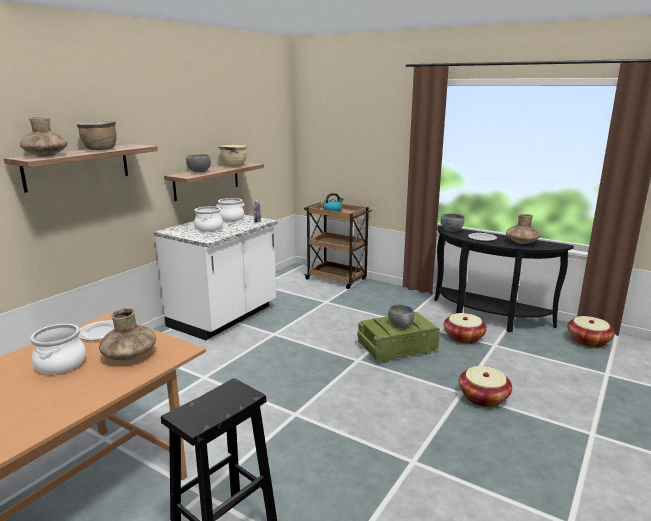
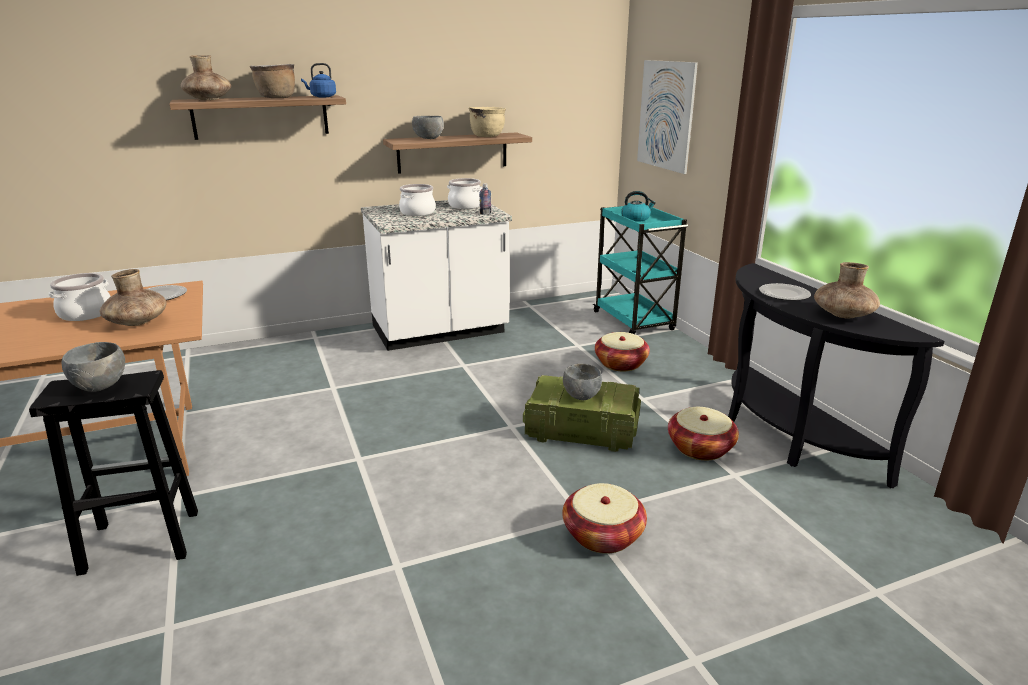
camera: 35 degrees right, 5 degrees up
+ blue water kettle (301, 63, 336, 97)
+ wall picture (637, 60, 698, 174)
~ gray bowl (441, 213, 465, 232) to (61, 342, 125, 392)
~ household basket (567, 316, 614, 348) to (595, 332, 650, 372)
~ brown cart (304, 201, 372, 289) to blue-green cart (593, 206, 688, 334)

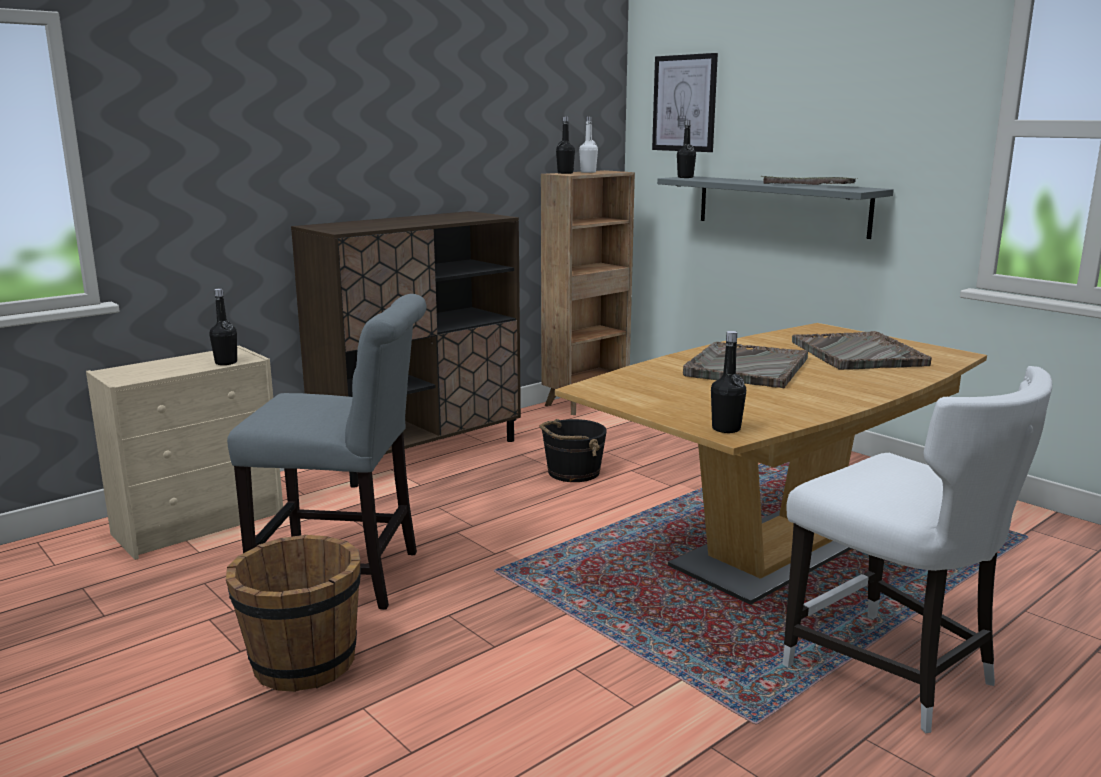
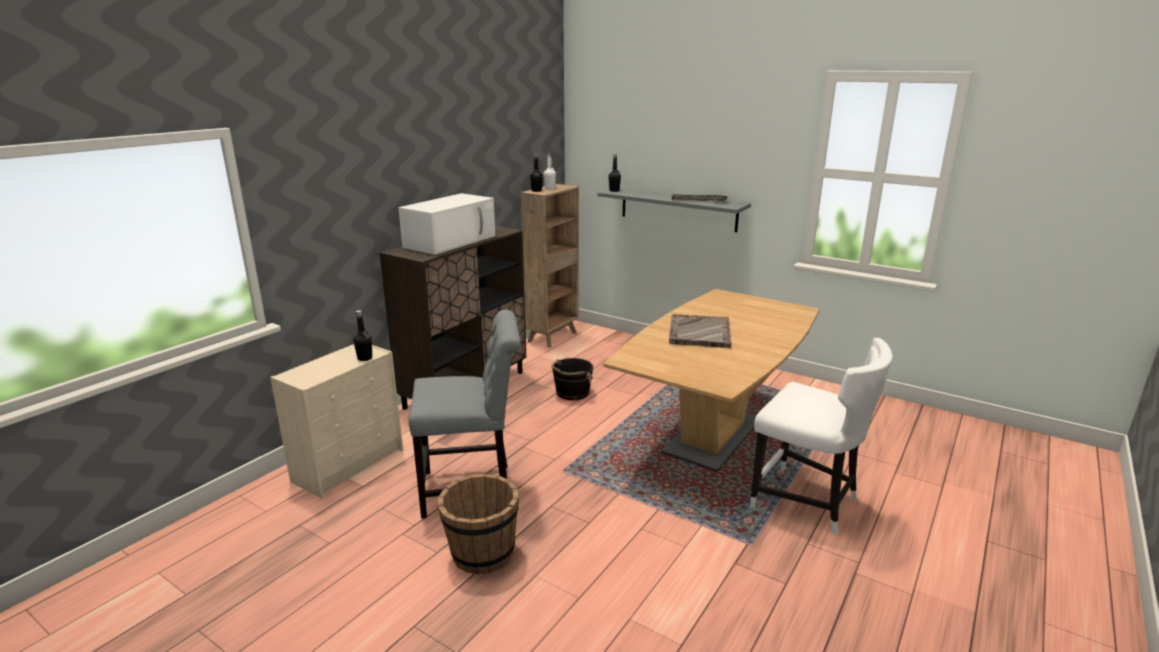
camera: 15 degrees left, 5 degrees up
- wall picture (652, 53, 718, 152)
- blackish drink bottle (711, 331, 746, 433)
- gray serving tray (792, 331, 932, 370)
+ whitish microwave oven (398, 193, 495, 255)

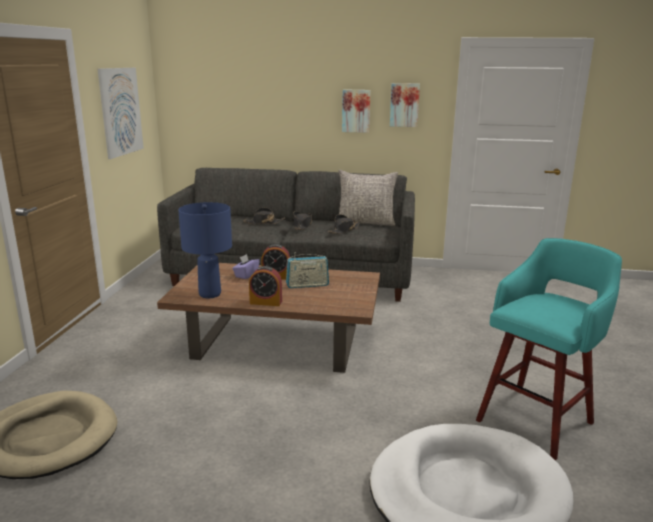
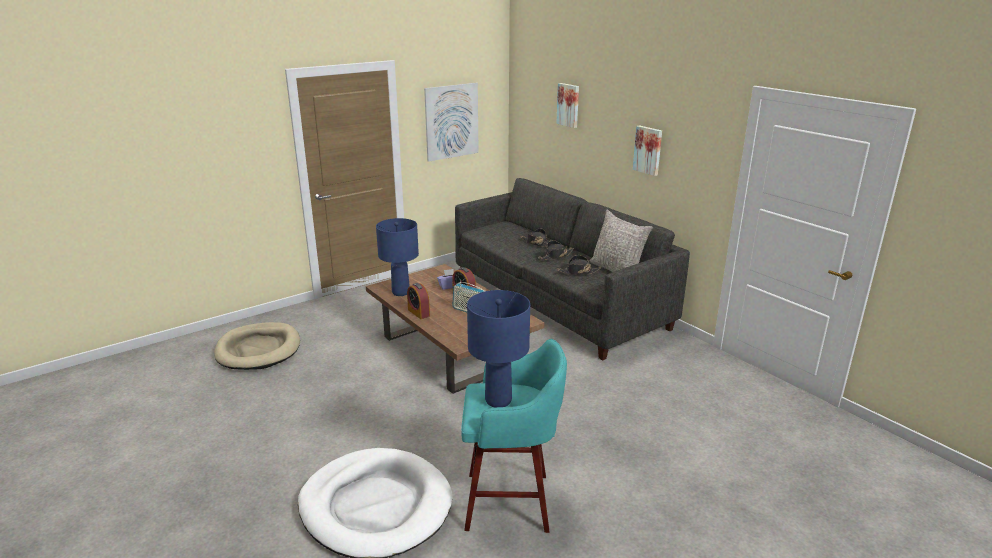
camera: 45 degrees right, 5 degrees up
+ blue lamp for a table (467, 290, 530, 408)
~ wall picture (390, 83, 420, 127) to (556, 83, 579, 128)

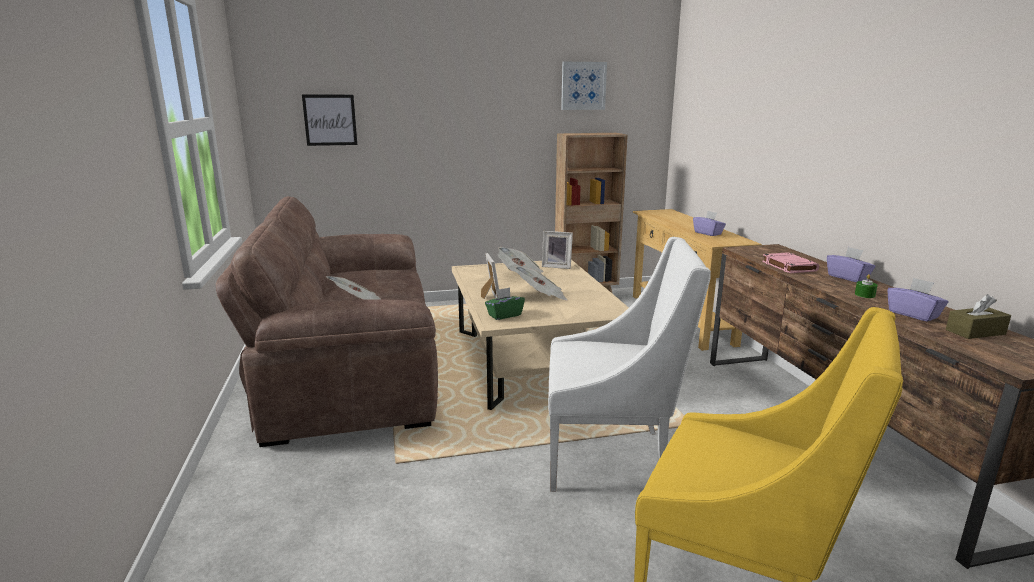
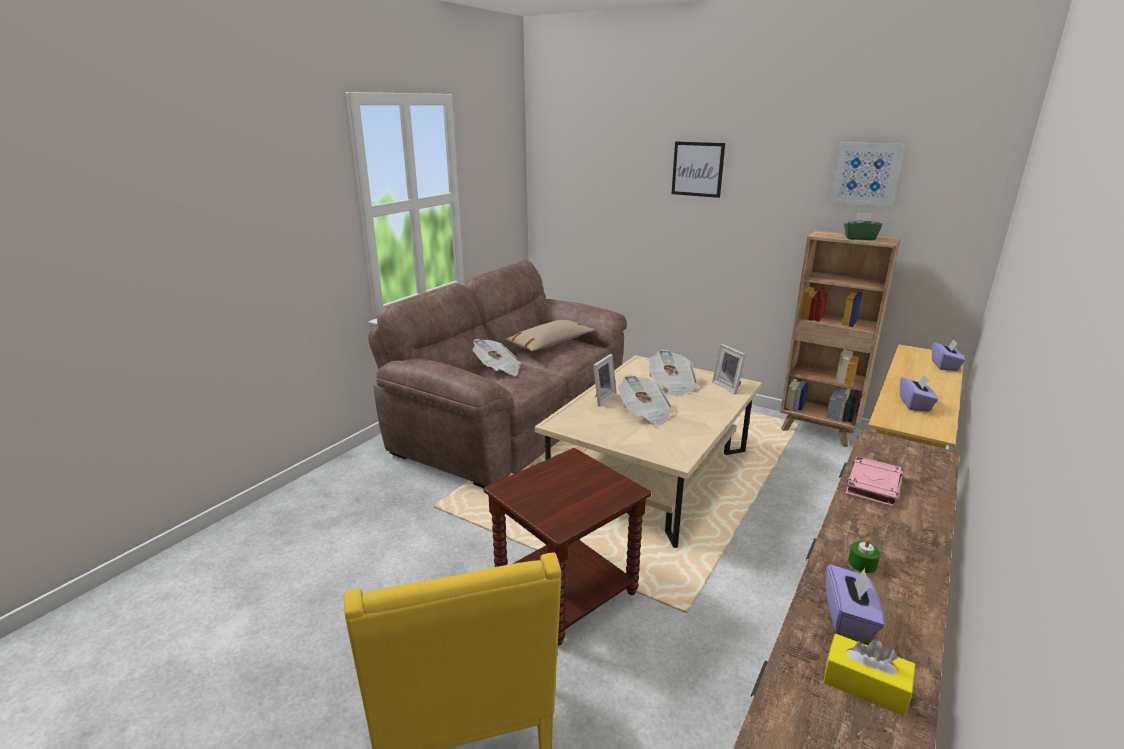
camera: 45 degrees right, 5 degrees up
+ sand-coloured cushion (504, 319, 595, 351)
~ wall picture (302, 95, 357, 146) to (672, 142, 725, 198)
~ green tissue box (485, 287, 525, 320) to (844, 213, 882, 240)
~ purple tissue box (827, 247, 875, 282) to (932, 339, 965, 371)
~ whitish easy chair (548, 237, 711, 492) to brown side table (483, 448, 652, 646)
~ brown tissue box (946, 294, 1011, 339) to yellow-coloured tissue box (823, 634, 915, 716)

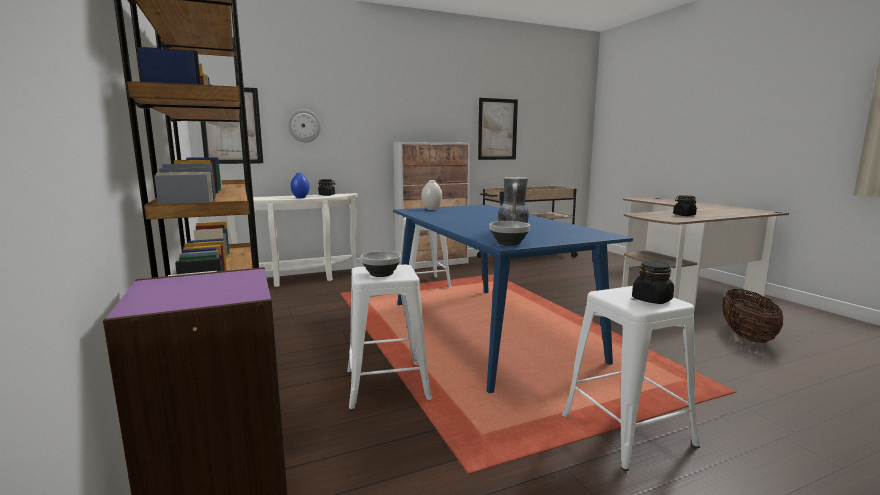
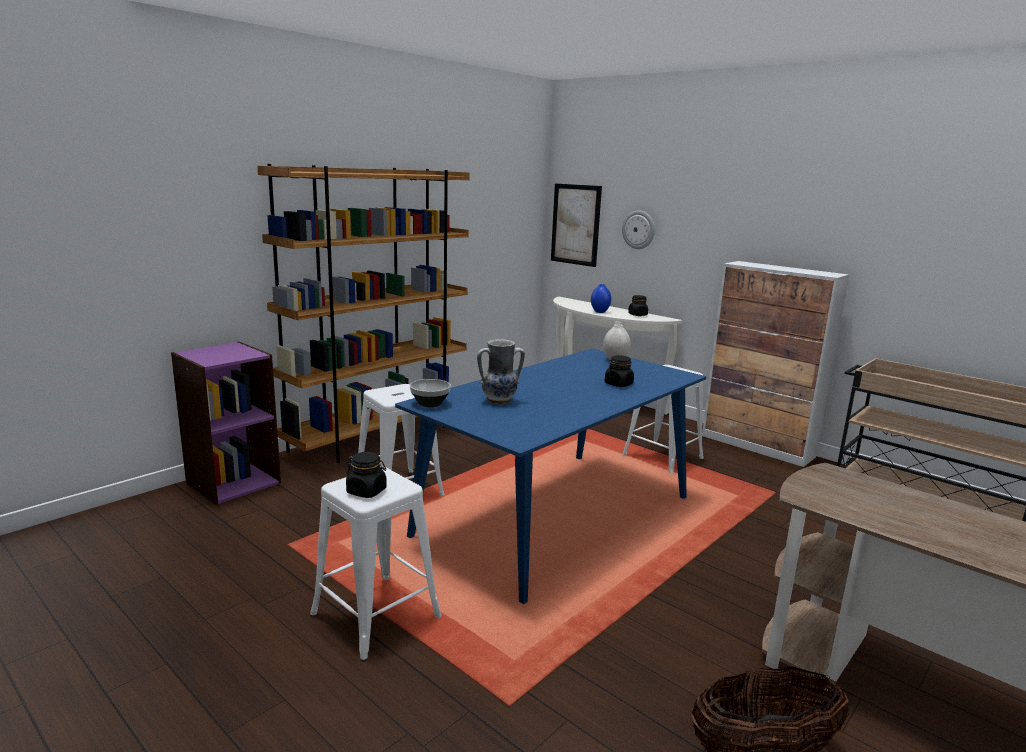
camera: 65 degrees right, 5 degrees up
- bowl (361, 251, 401, 277)
- wall picture (478, 98, 518, 160)
~ blackish jar (673, 195, 697, 216) to (605, 355, 634, 387)

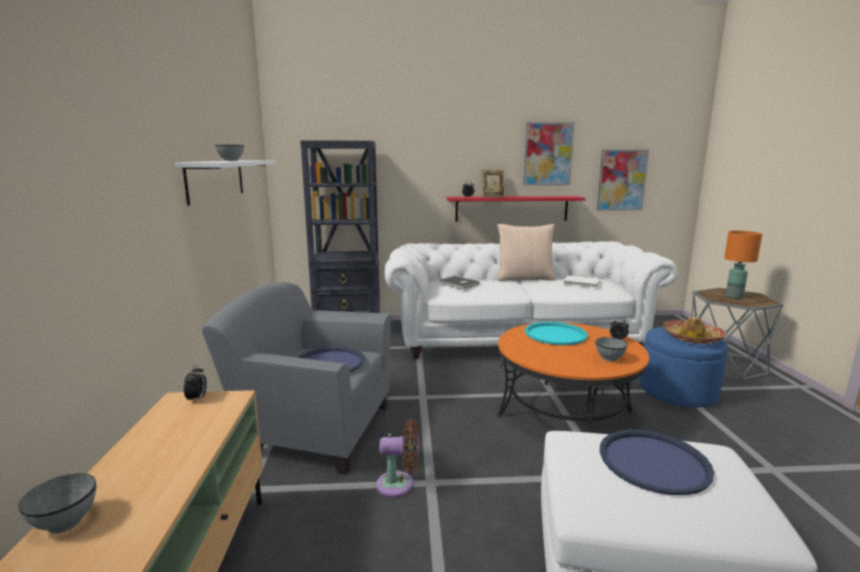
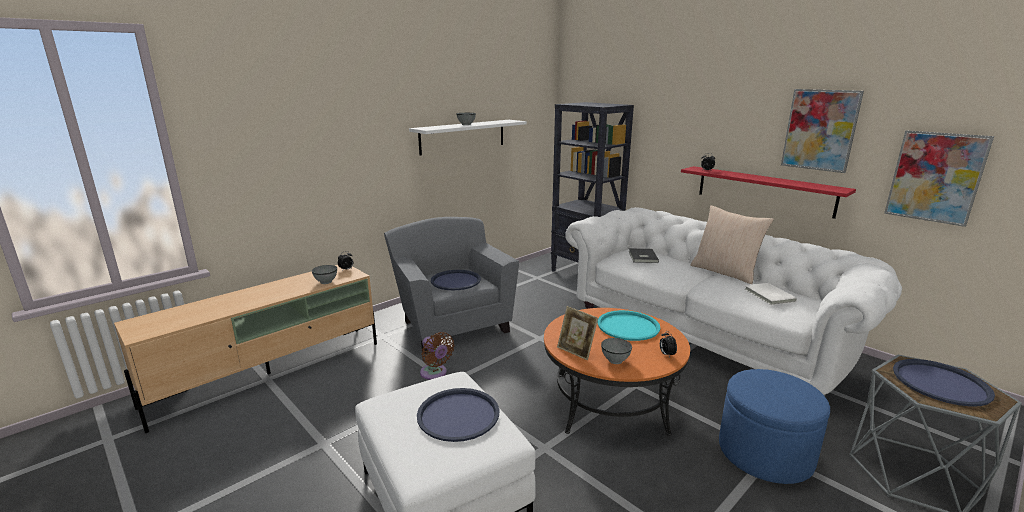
camera: 50 degrees right, 5 degrees up
- clothing hat (663, 317, 727, 344)
~ gray bowl (18, 473, 96, 533) to (312, 265, 337, 284)
~ photo frame (481, 170, 505, 197) to (557, 306, 598, 360)
~ orangey lamp for a table (724, 231, 762, 299) to blue serving tray (893, 359, 995, 407)

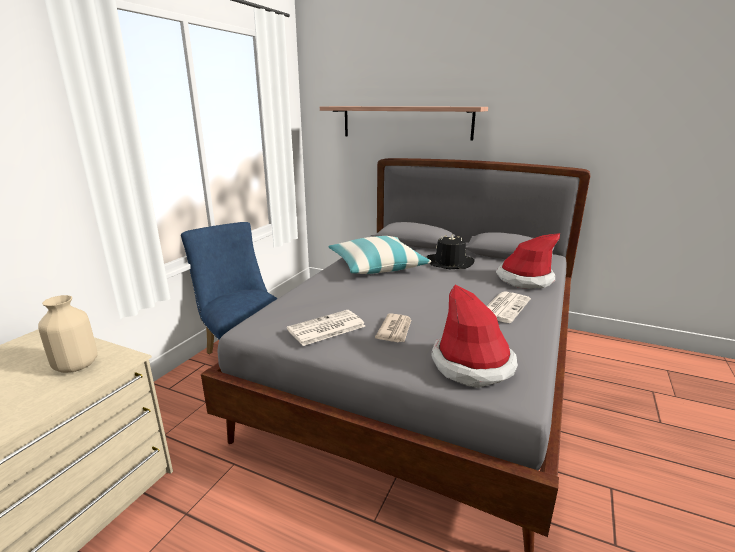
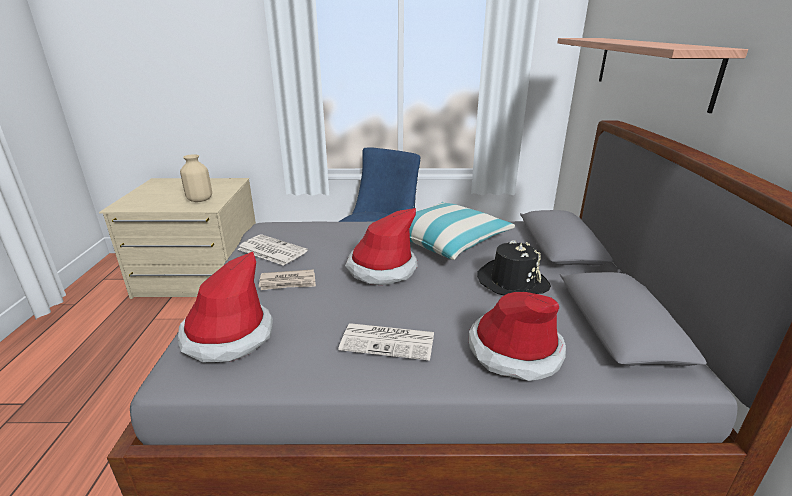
camera: 65 degrees right, 5 degrees up
+ clothing hat (345, 208, 418, 285)

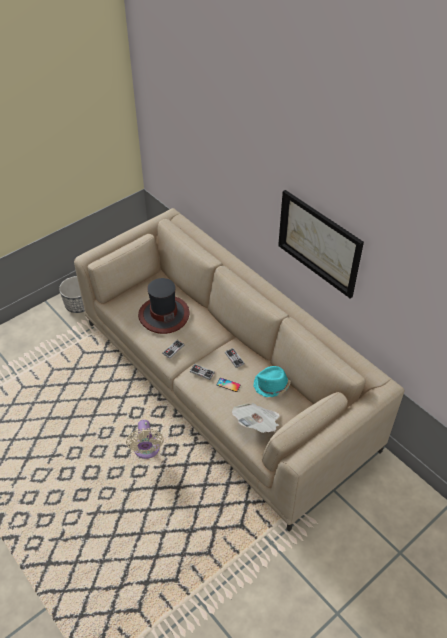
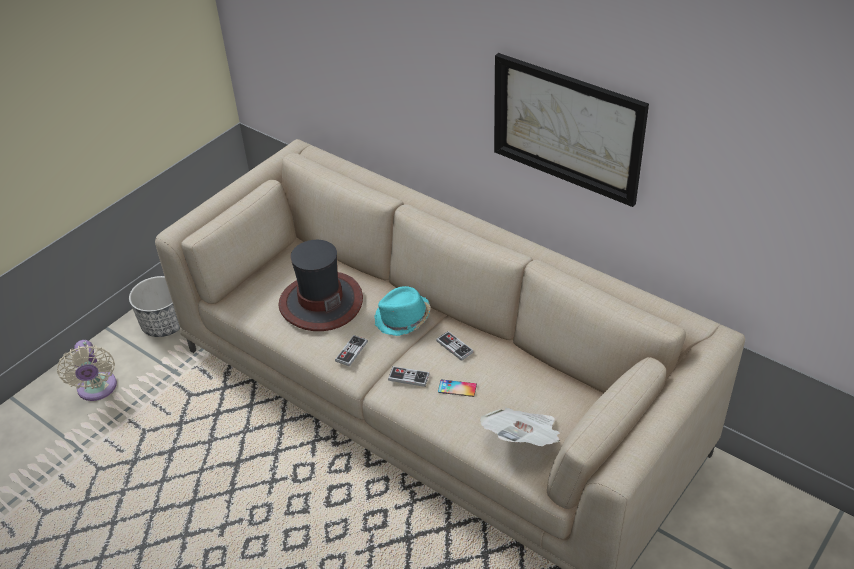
camera: 10 degrees left, 5 degrees down
~ sand-coloured cooling fan (126, 420, 164, 459) to (57, 340, 117, 401)
~ blue-green clothing hat (253, 366, 291, 397) to (375, 286, 431, 336)

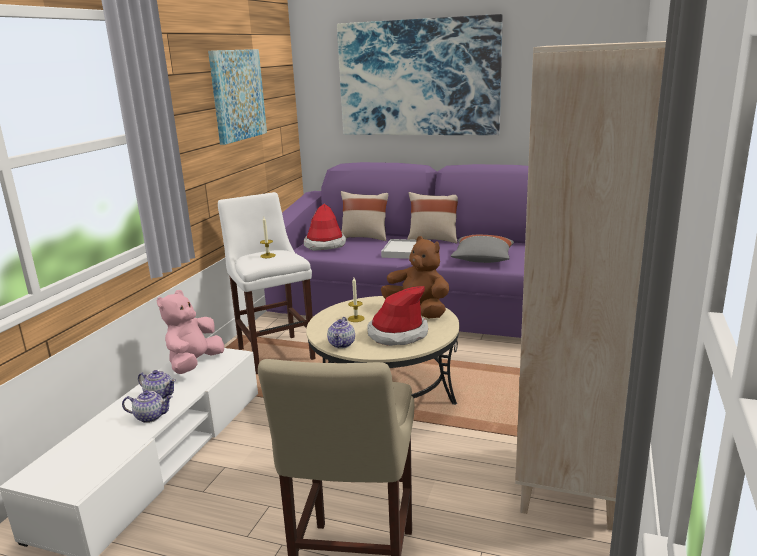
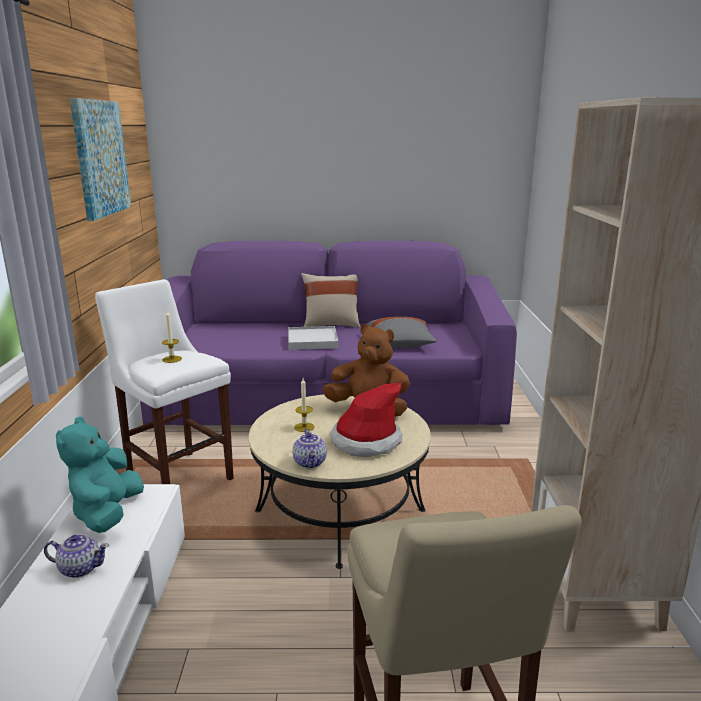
camera: 20 degrees left, 0 degrees up
- teapot (122, 390, 173, 423)
- clothing hat (304, 204, 347, 251)
- wall picture (337, 14, 503, 135)
- sand-coloured cushion (341, 191, 388, 241)
~ pink-coloured soft toy (157, 290, 224, 374) to blue-green soft toy (56, 417, 144, 533)

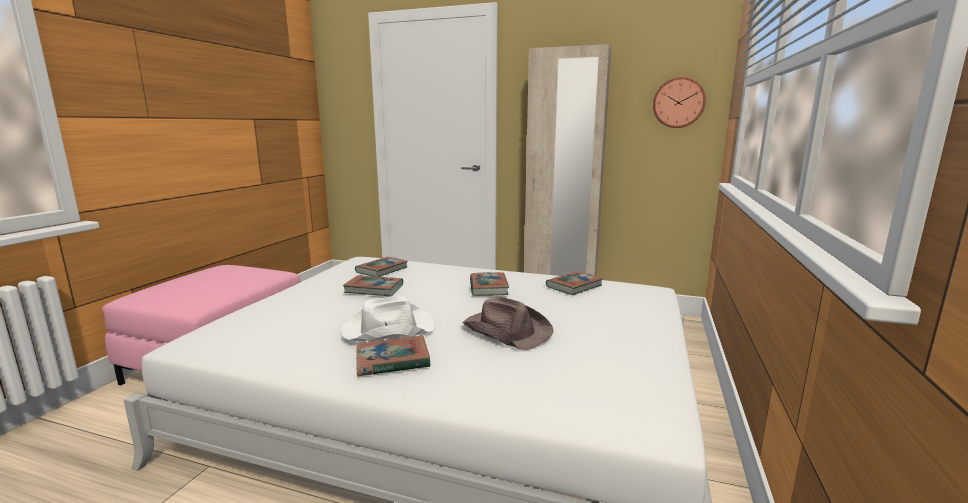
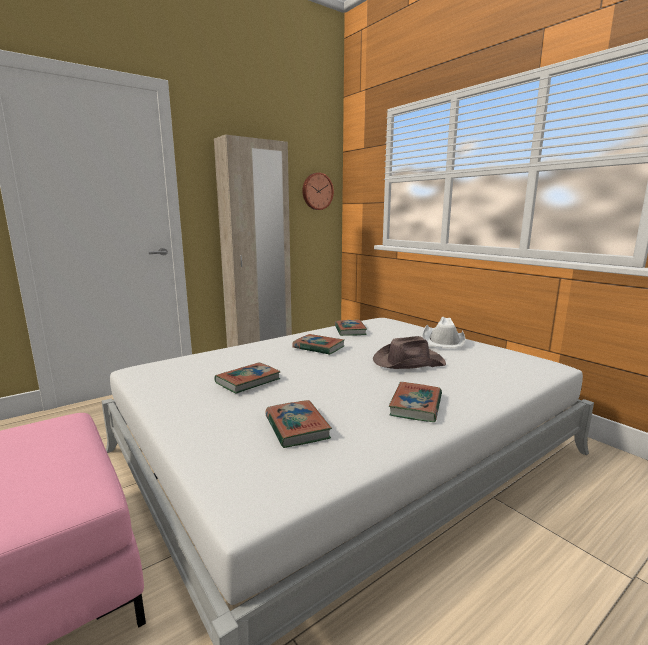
camera: 55 degrees left, 0 degrees up
~ whitish clothing hat (341, 296, 435, 341) to (422, 317, 465, 348)
~ volume (355, 257, 408, 277) to (265, 400, 332, 448)

